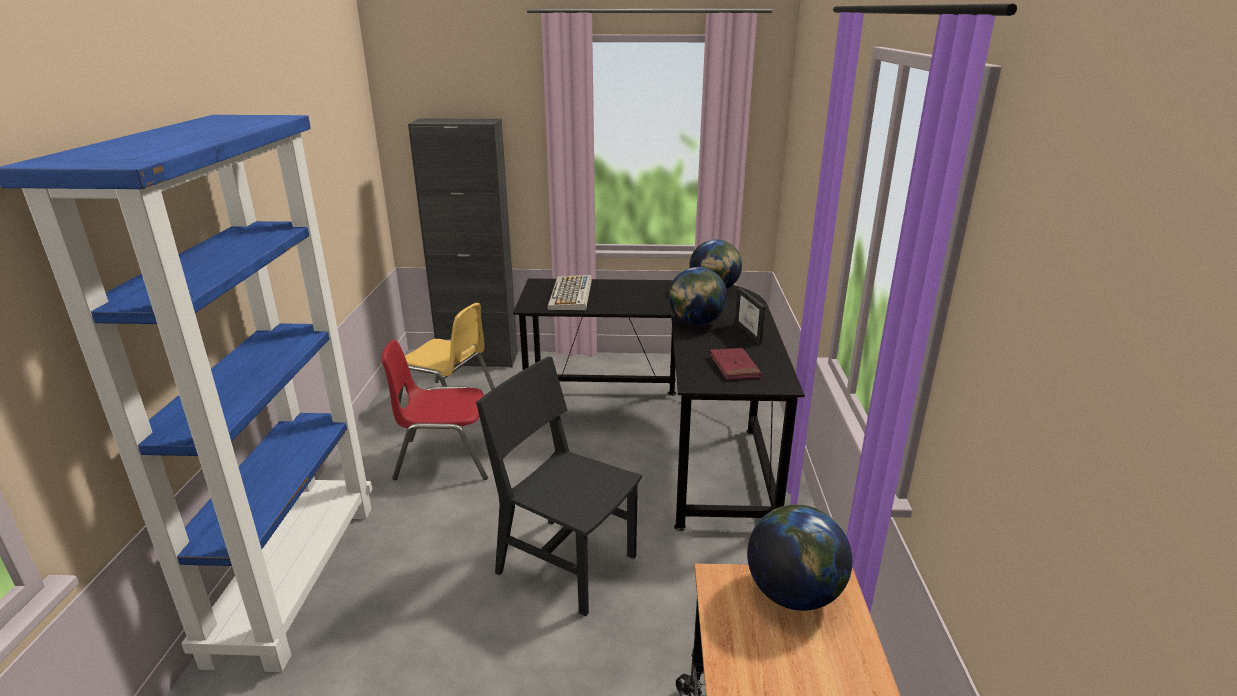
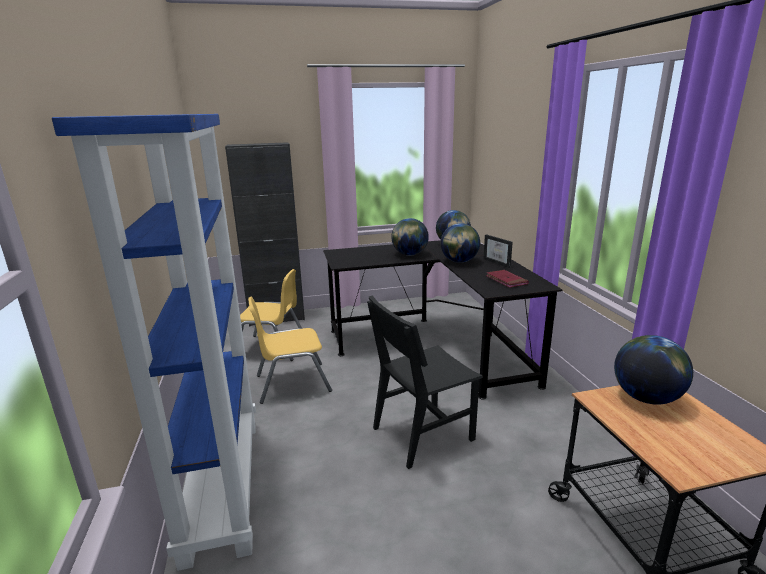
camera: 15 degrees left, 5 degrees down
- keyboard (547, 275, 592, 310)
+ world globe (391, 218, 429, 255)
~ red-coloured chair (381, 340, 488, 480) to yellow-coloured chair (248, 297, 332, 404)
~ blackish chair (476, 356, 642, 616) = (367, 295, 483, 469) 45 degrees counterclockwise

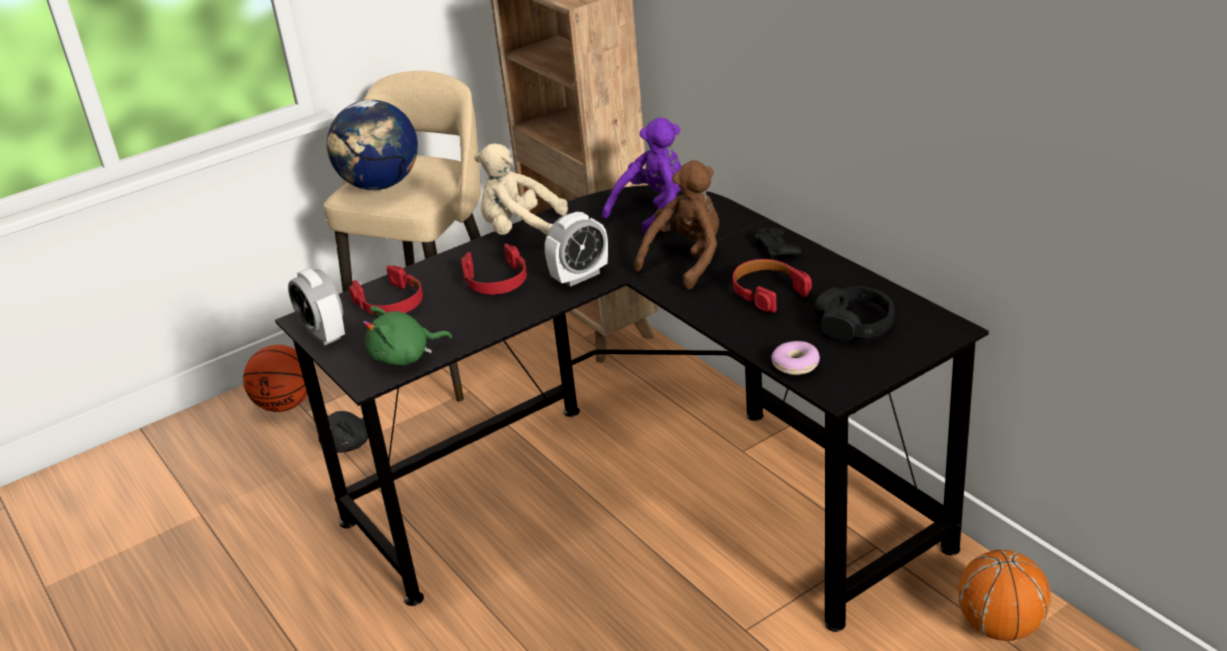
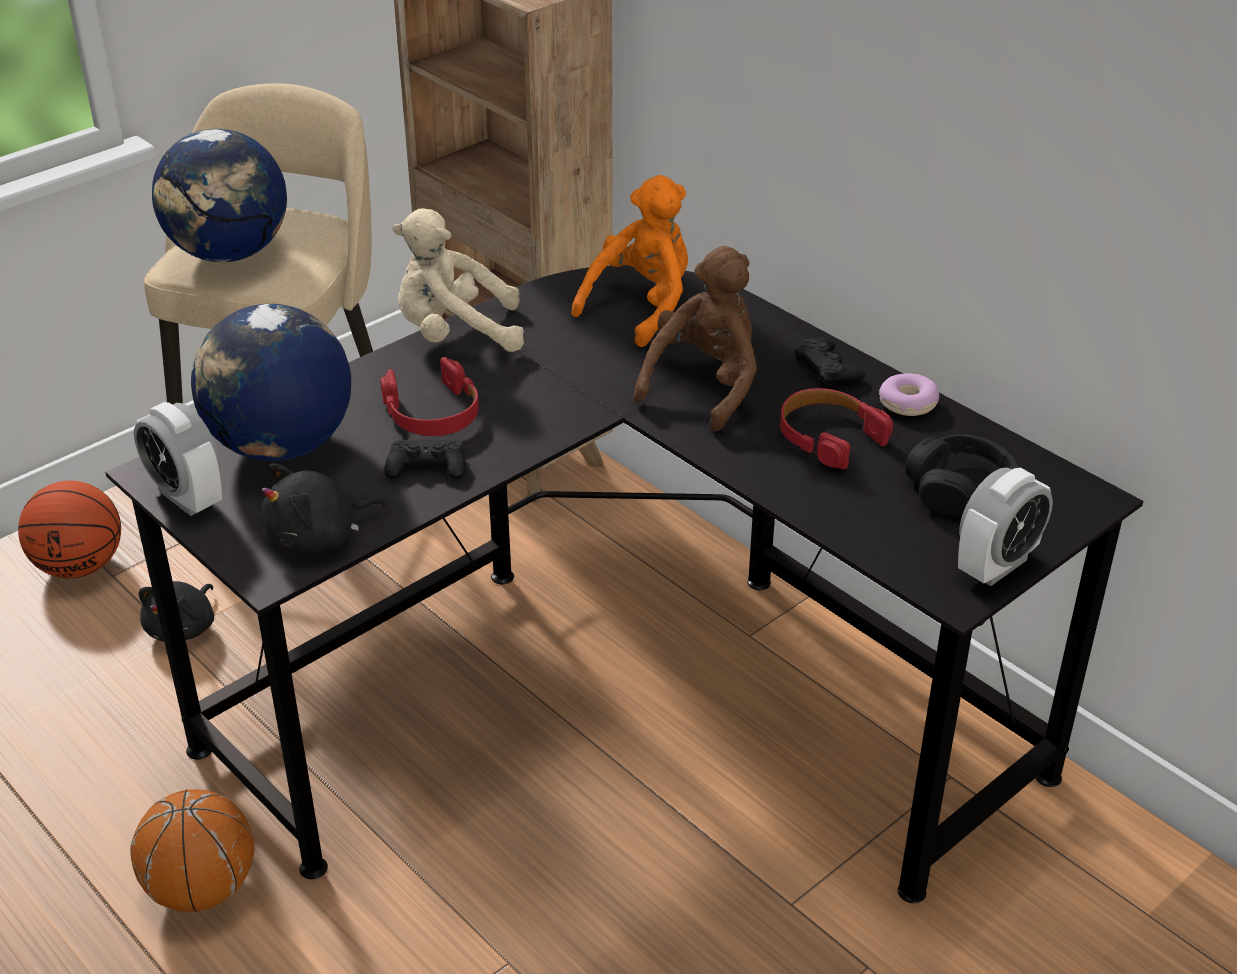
camera: 10 degrees left, 5 degrees up
+ blackish joypad (384, 440, 466, 479)
~ alarm clock (545, 212, 608, 287) to (958, 468, 1053, 586)
~ donut (771, 341, 820, 375) to (879, 373, 939, 416)
~ basketball (958, 550, 1050, 641) to (130, 789, 255, 912)
~ red-coloured headphones (349, 265, 423, 315) to world globe (191, 304, 351, 461)
~ green soft toy (363, 306, 452, 365) to blackish soft toy (261, 464, 386, 551)
~ purple soft toy (602, 117, 682, 235) to orangey soft toy (571, 175, 688, 347)

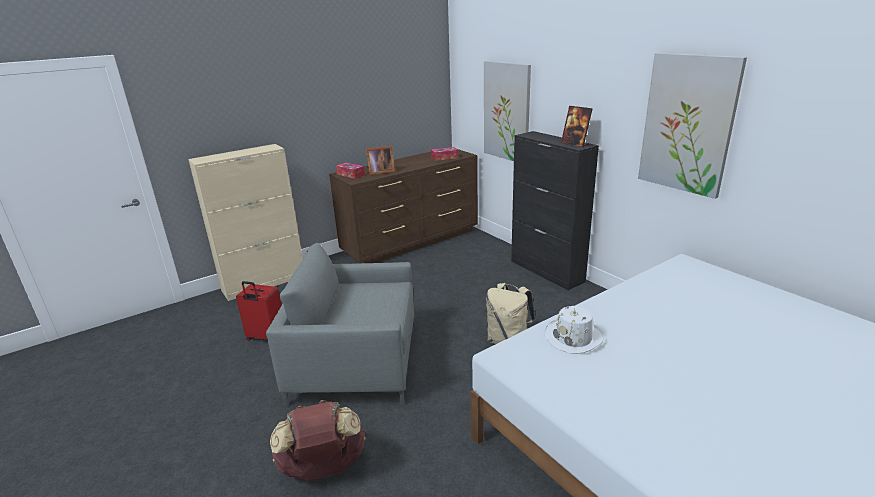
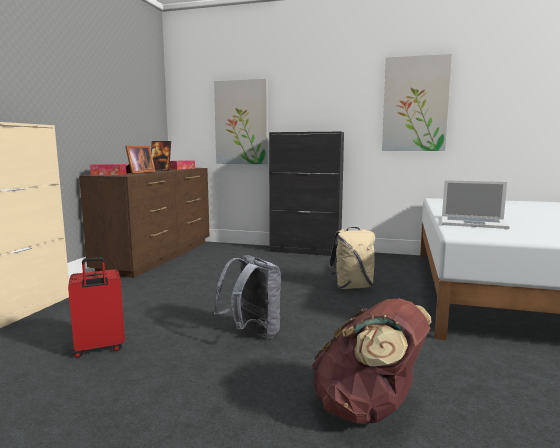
camera: 40 degrees left, 15 degrees down
~ photo frame (561, 106, 592, 147) to (151, 141, 172, 170)
~ gray easy chair (266, 243, 414, 406) to gray knapsack (213, 255, 281, 339)
~ whitish clothing hat (544, 306, 604, 354) to notebook computer (442, 180, 510, 229)

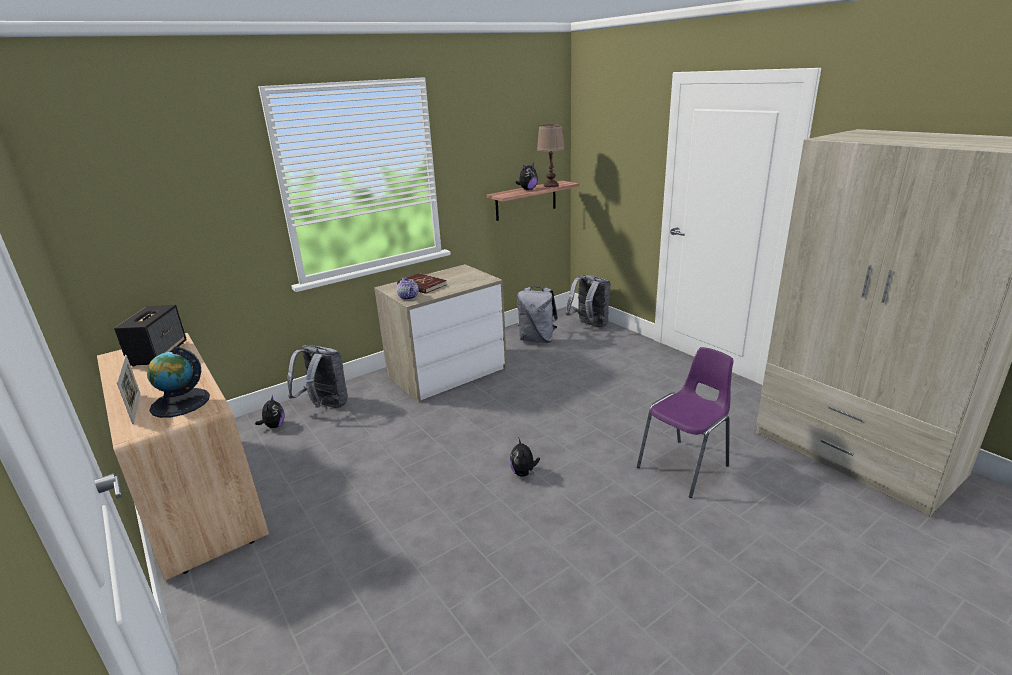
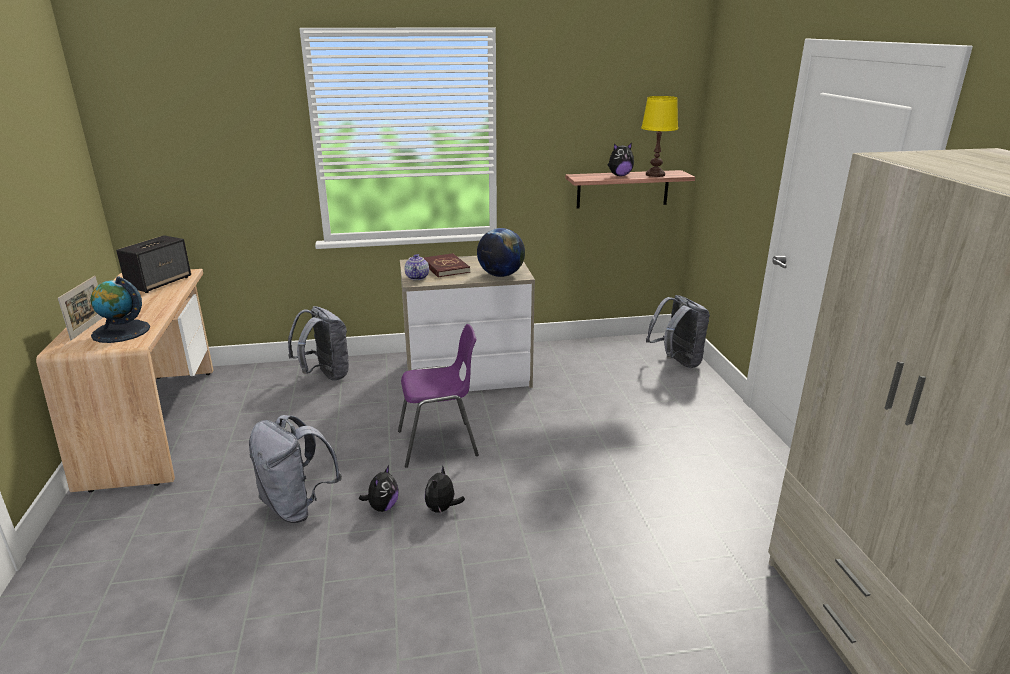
camera: 25 degrees right, 0 degrees up
+ world globe (477, 228, 525, 277)
~ soft toy (255, 395, 285, 428) to (359, 465, 398, 512)
~ gray knapsack (517, 286, 558, 343) to (249, 415, 342, 523)
~ purple chair (637, 347, 734, 498) to (398, 324, 479, 468)
~ brown lamp for a table (537, 124, 565, 187) to yellow-coloured lamp for a table (641, 96, 678, 177)

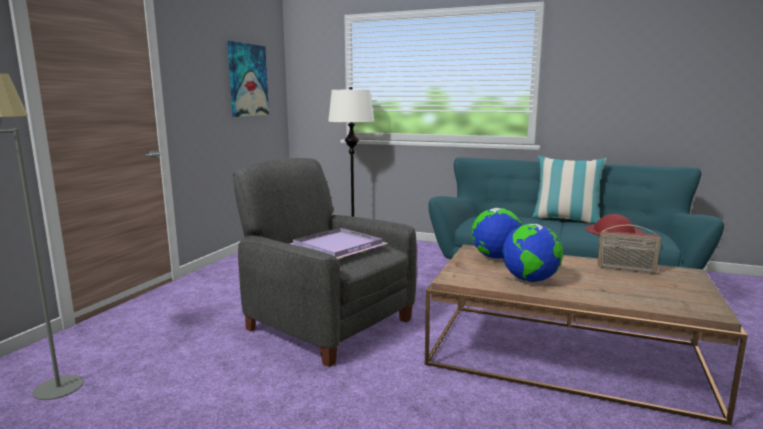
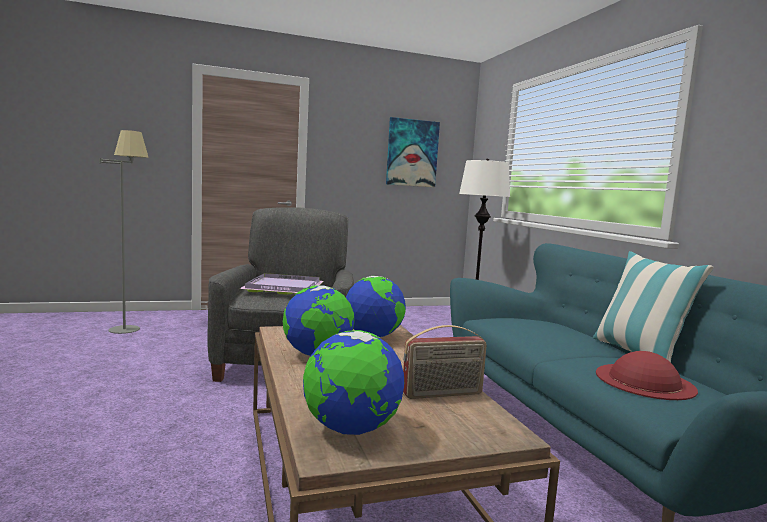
camera: 50 degrees right, 5 degrees down
+ world globe (303, 330, 404, 435)
~ radio receiver (598, 225, 661, 274) = (403, 325, 487, 399) 90 degrees counterclockwise

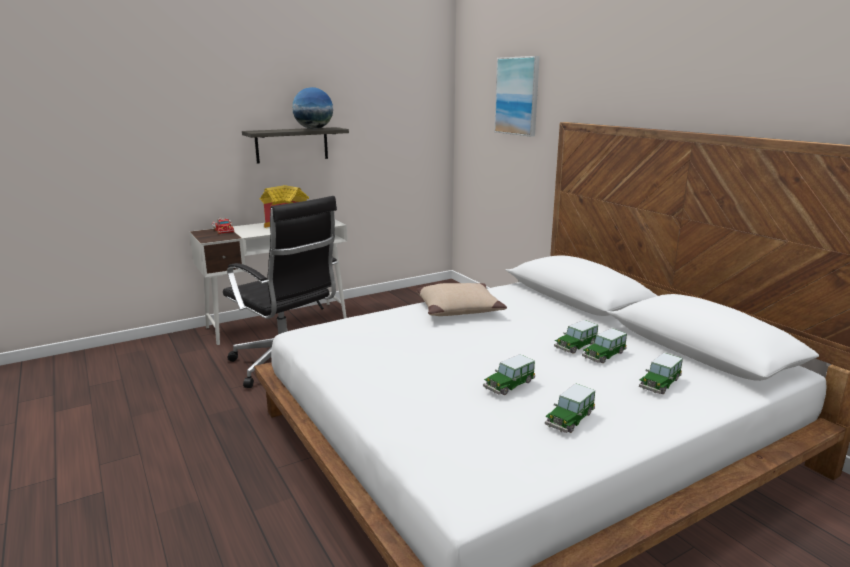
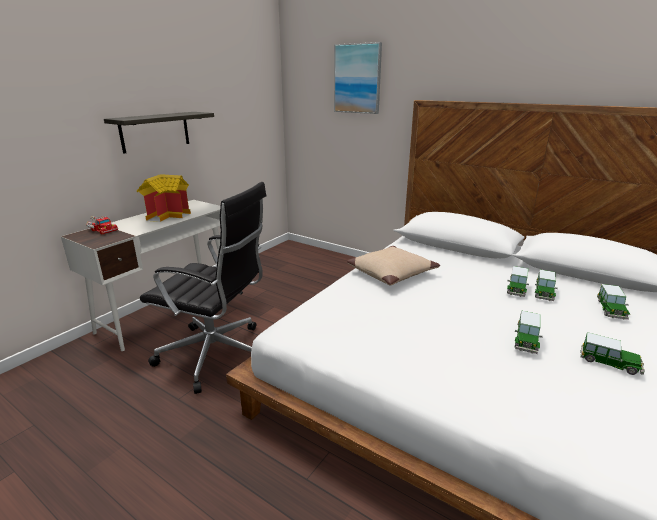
camera: 25 degrees left, 5 degrees up
- world globe (292, 87, 333, 129)
~ toy car (545, 383, 595, 433) = (580, 332, 645, 375) 75 degrees counterclockwise

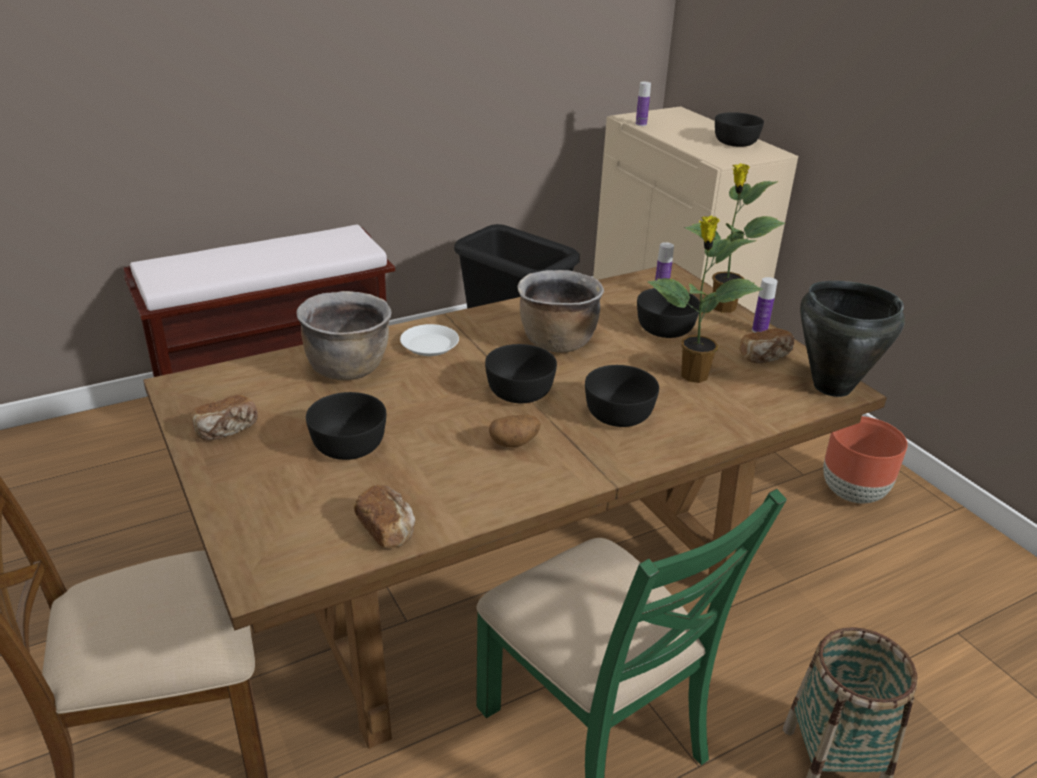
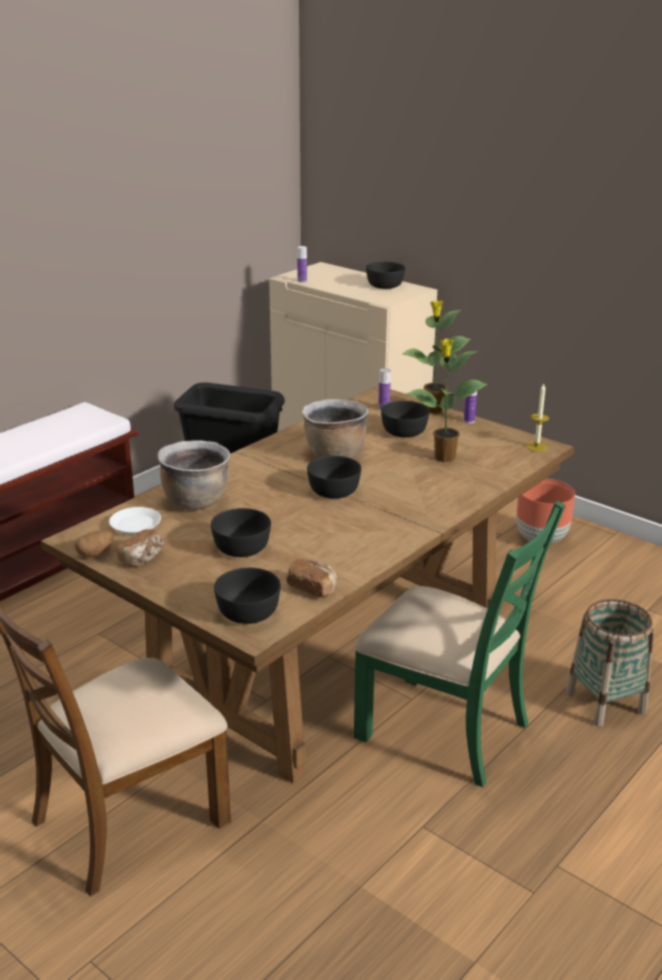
camera: 20 degrees left, 5 degrees down
- bakery bread (739, 328, 794, 364)
~ whitish dinner plate (400, 324, 459, 356) to (109, 507, 161, 535)
~ potato (489, 415, 541, 447) to (74, 530, 114, 557)
~ blackish bowl (585, 365, 659, 427) to (214, 568, 281, 624)
~ blackish saucepot (800, 281, 905, 397) to wax candle (526, 384, 549, 452)

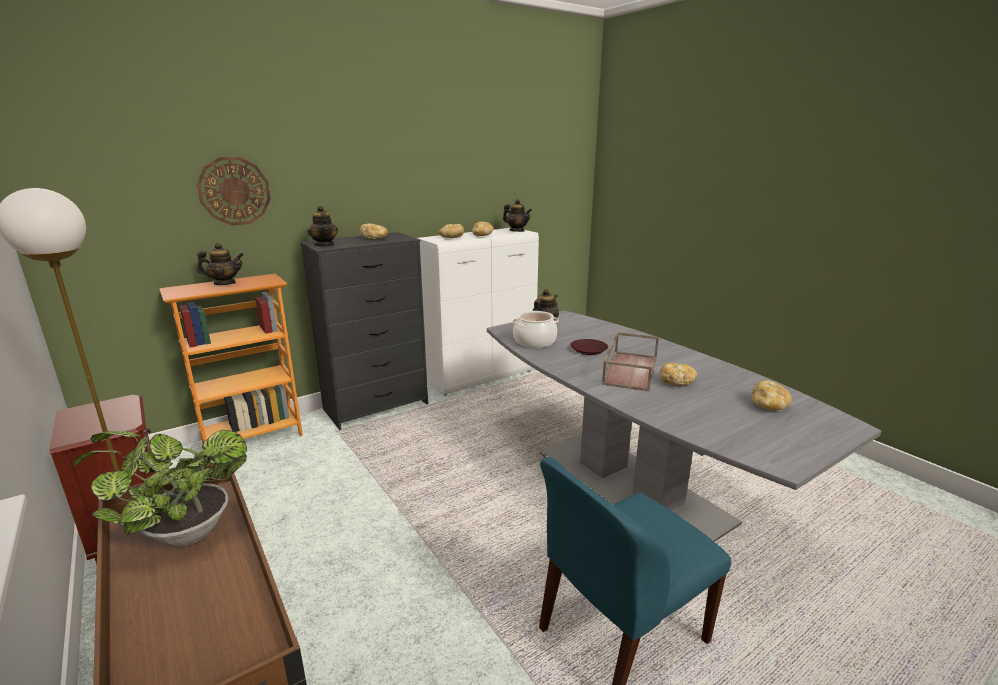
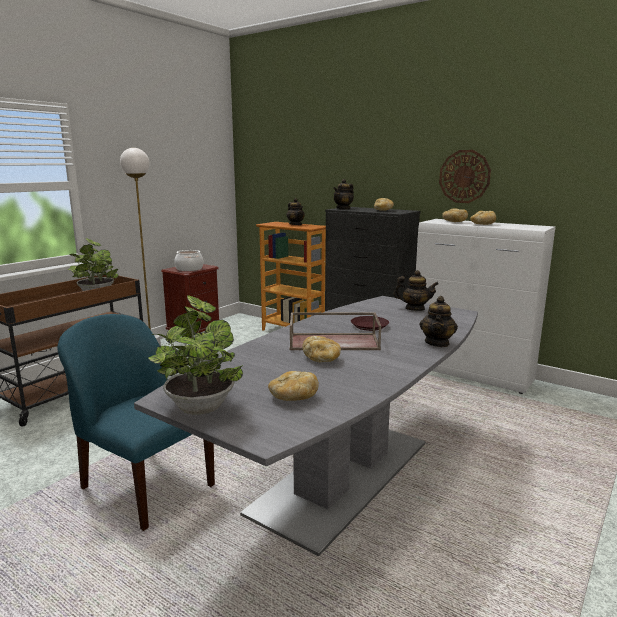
camera: 70 degrees right, 5 degrees down
+ plant in a pot (148, 295, 243, 415)
~ hanging clock (197, 157, 271, 226) to (439, 150, 491, 203)
~ teapot (503, 199, 532, 232) to (420, 296, 458, 347)
~ saucepot (512, 311, 559, 348) to (174, 250, 204, 271)

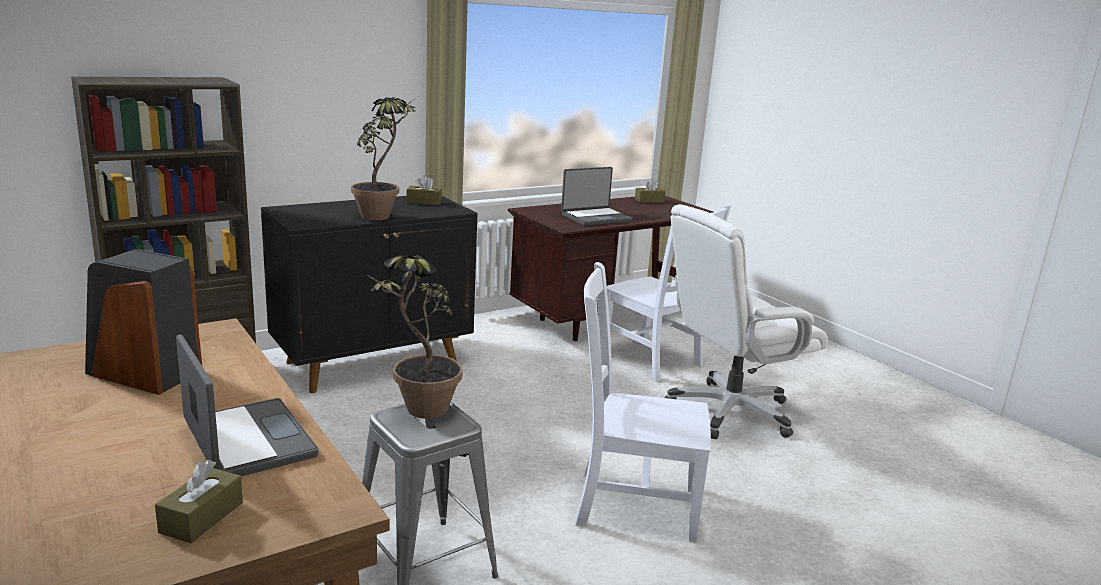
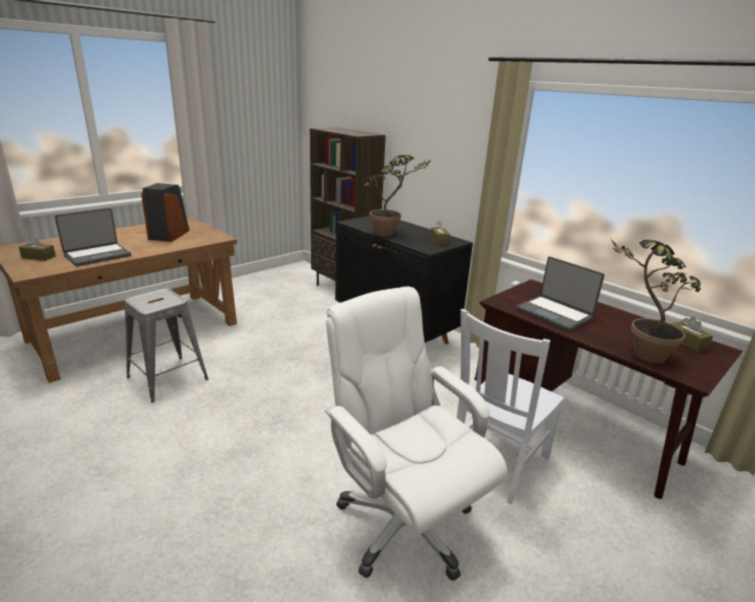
camera: 80 degrees right, 5 degrees up
- whitish chair (575, 262, 711, 543)
~ plant in a pot (366, 255, 463, 419) to (609, 237, 701, 364)

